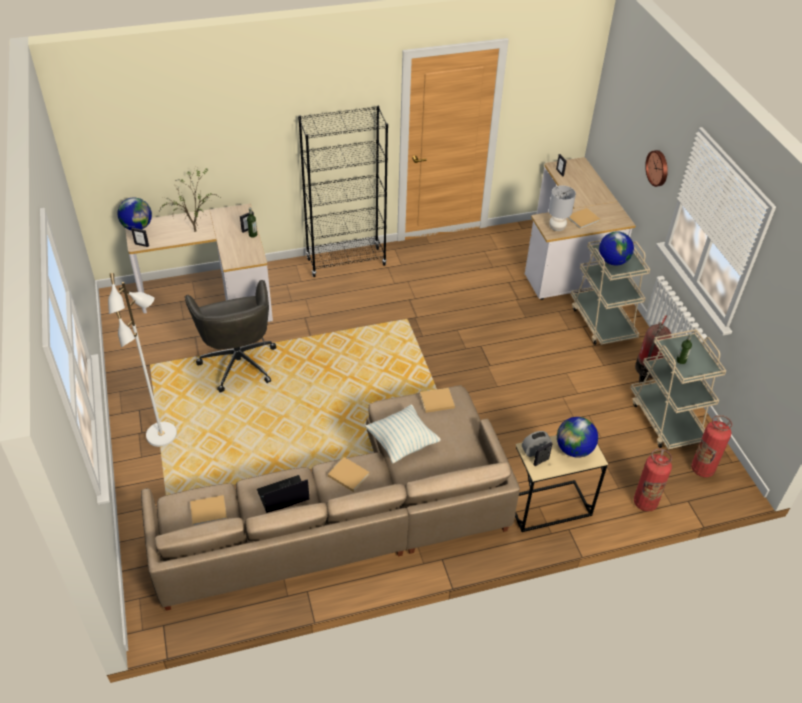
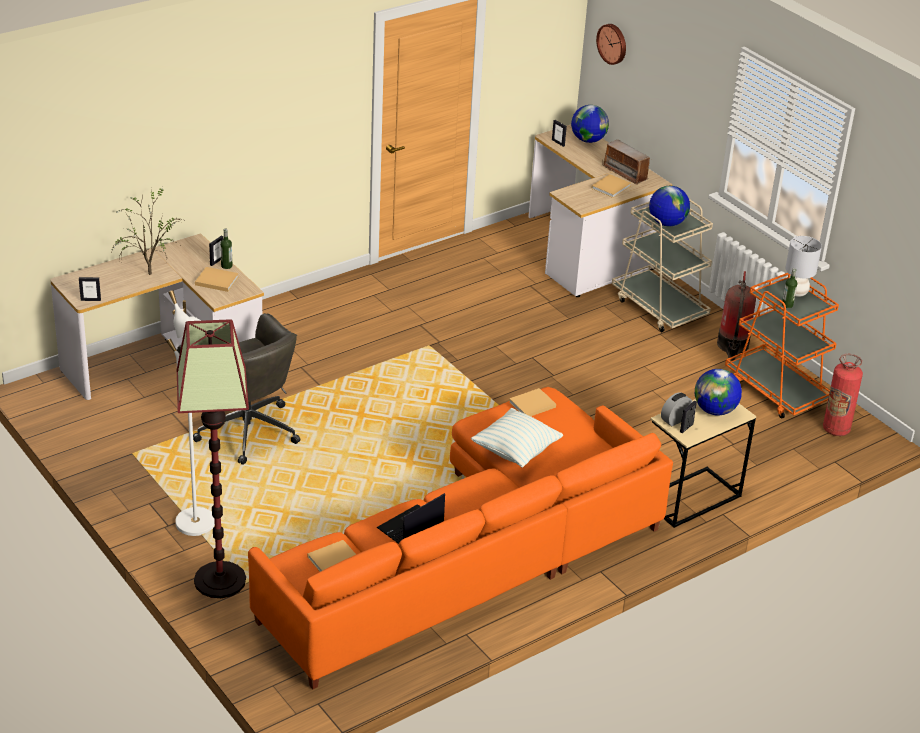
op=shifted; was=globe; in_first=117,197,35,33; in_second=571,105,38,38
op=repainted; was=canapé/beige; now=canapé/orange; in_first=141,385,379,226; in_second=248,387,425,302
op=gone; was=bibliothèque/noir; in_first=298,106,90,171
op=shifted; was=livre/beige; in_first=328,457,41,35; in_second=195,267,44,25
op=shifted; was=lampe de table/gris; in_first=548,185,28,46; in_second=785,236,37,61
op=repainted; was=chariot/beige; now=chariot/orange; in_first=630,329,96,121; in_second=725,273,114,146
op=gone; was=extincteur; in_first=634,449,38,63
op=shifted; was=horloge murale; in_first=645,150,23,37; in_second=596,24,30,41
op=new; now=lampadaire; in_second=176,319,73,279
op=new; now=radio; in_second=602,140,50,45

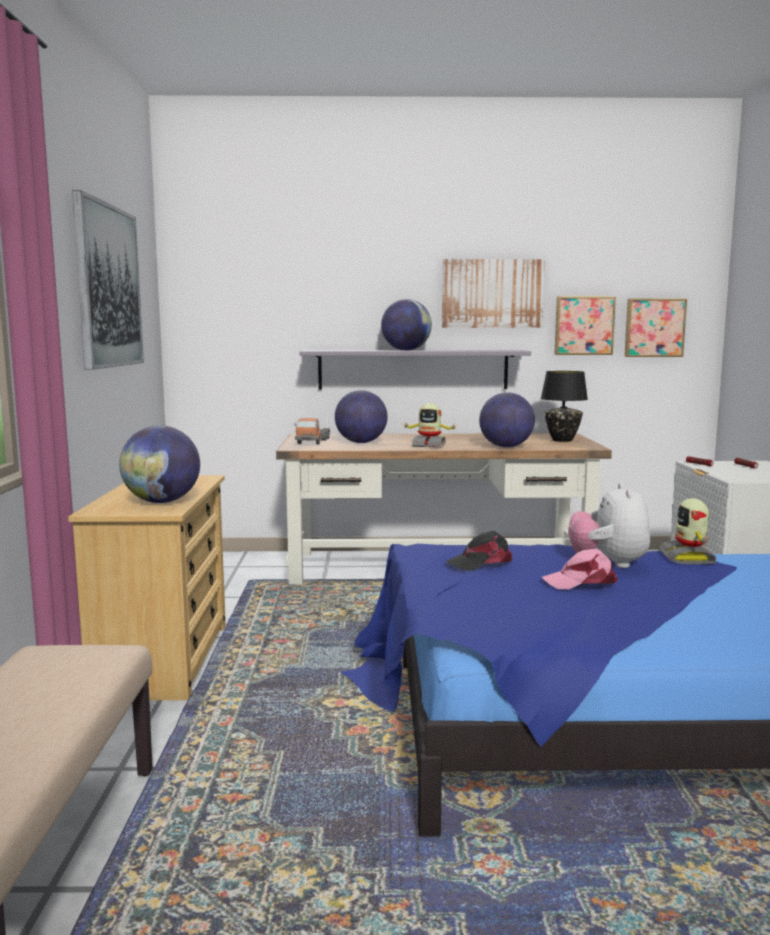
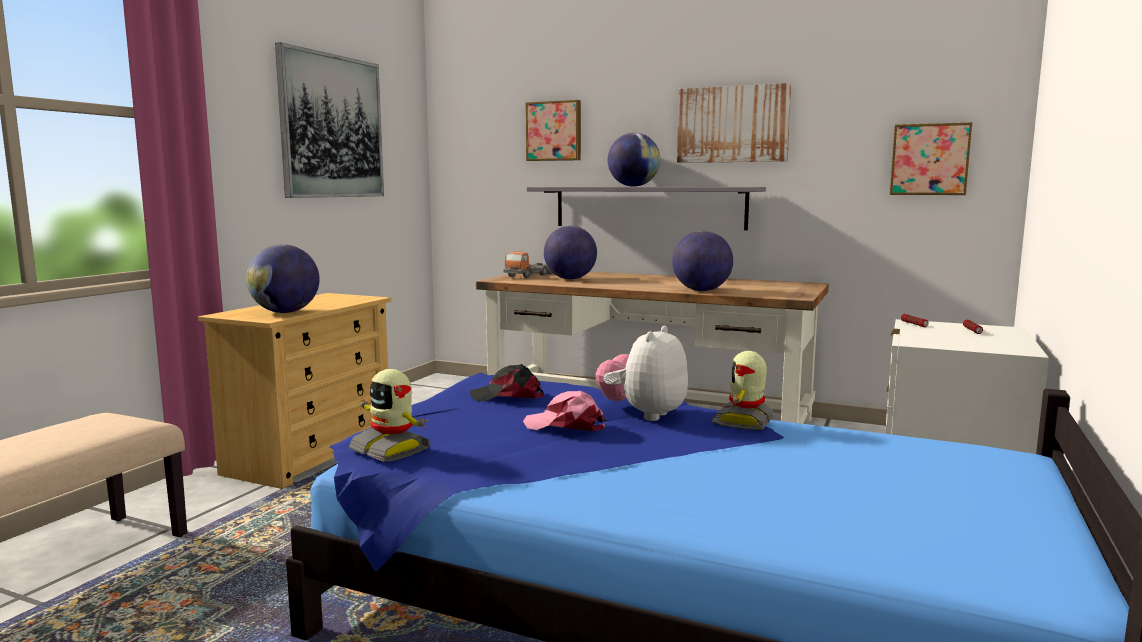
op=shifted; was=robot jouet; in_first=402,403,56,45; in_second=349,369,81,92
op=gone; was=lampe de table/noir; in_first=541,371,47,71
op=shifted; was=tableau; in_first=554,296,62,59; in_second=526,100,55,61

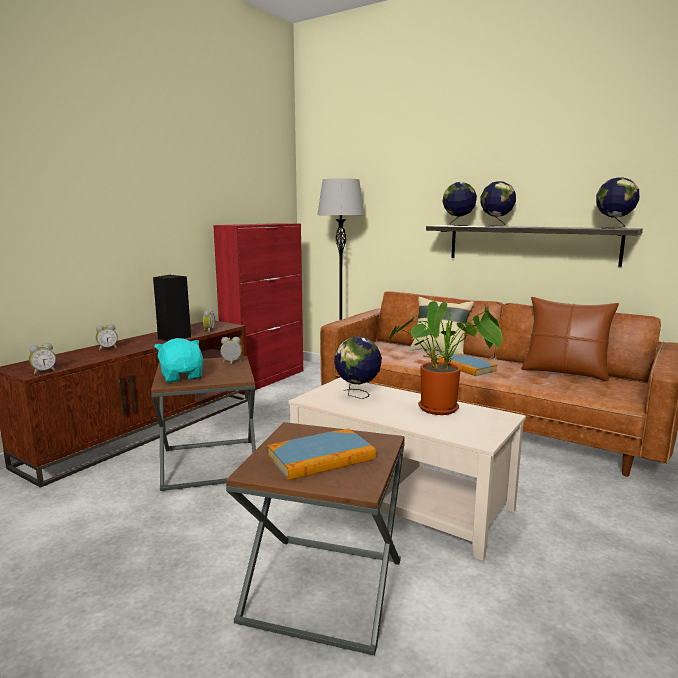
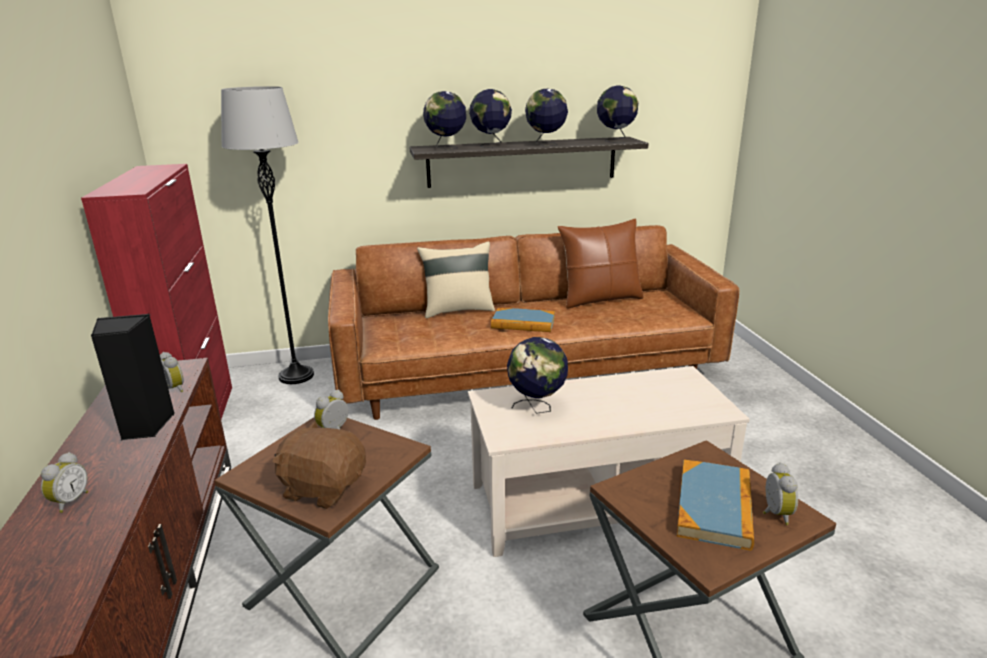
op=shifted; was=réveil; in_first=29,343,27,32; in_second=763,463,35,62
op=repainted; was=peluche/turquoise; now=peluche/marron; in_first=155,338,48,45; in_second=272,421,94,88
op=gone; was=plante en pot; in_first=389,301,113,114
op=new; now=globe; in_second=525,89,43,57

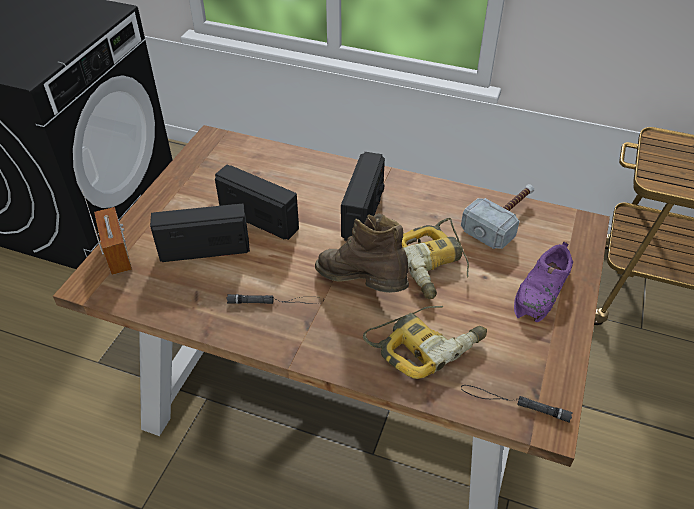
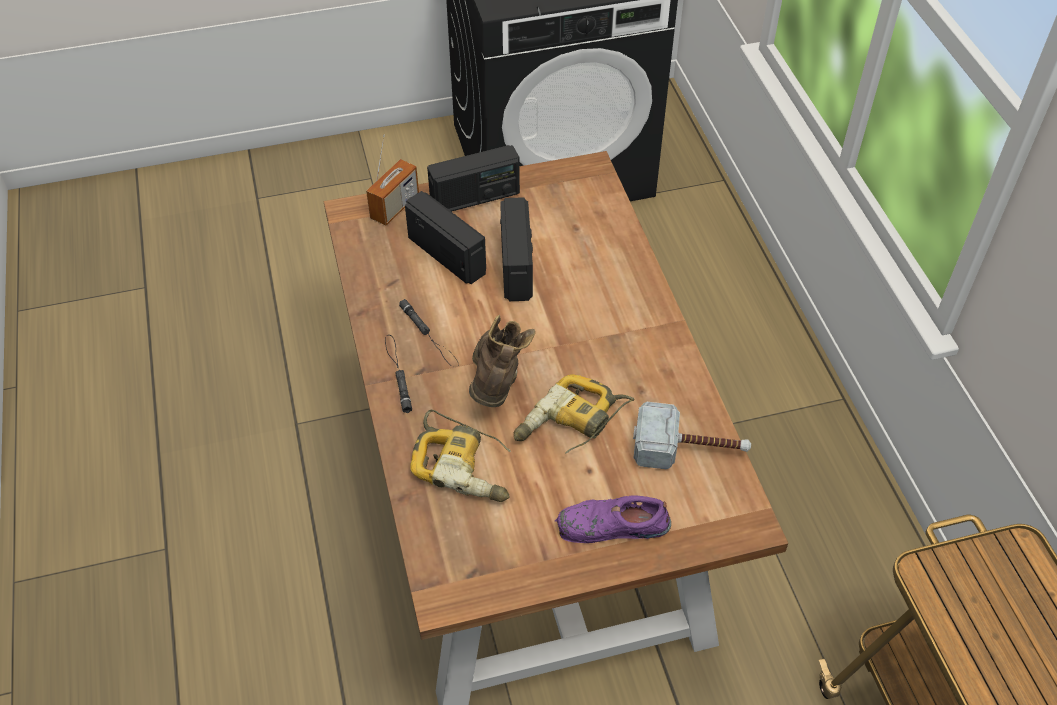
op=shifted; was=radio; in_first=341,152,44,89; in_second=427,145,93,67
op=shifted; was=lampe de poche/noir; in_first=461,385,112,38; in_second=385,335,27,78

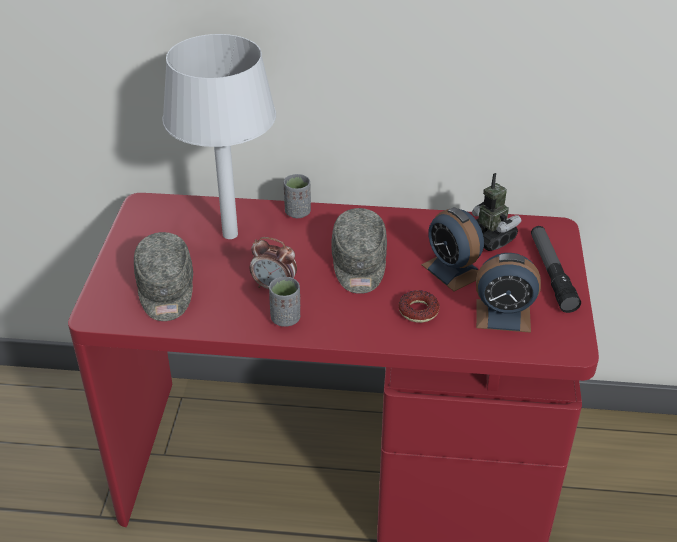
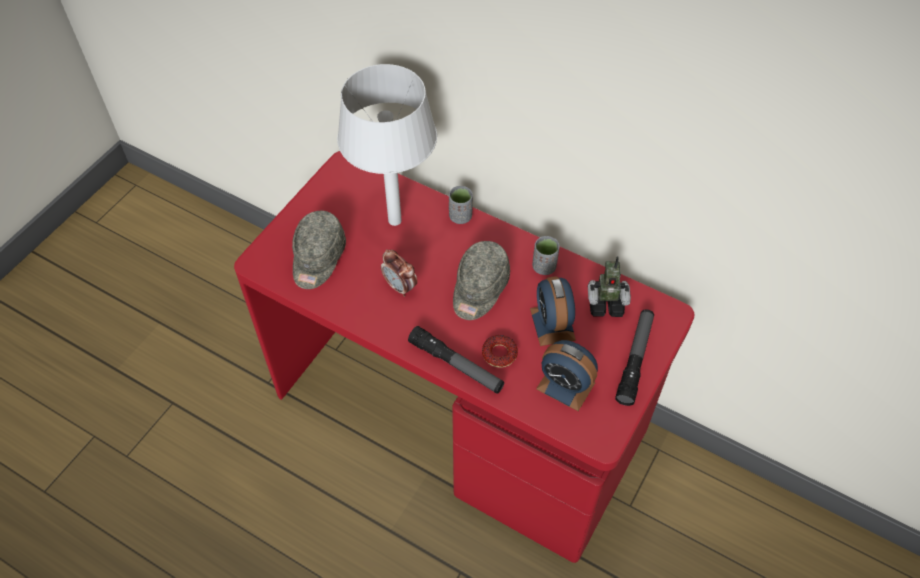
op=shifted; was=tasse/gris; in_first=269,277,31,50; in_second=532,236,28,39
op=rotated; was=robot jouet; in_first=472,173,49,78; in_second=588,256,43,61; clockwise=105
op=new; now=lampe de poche; in_second=408,326,96,67

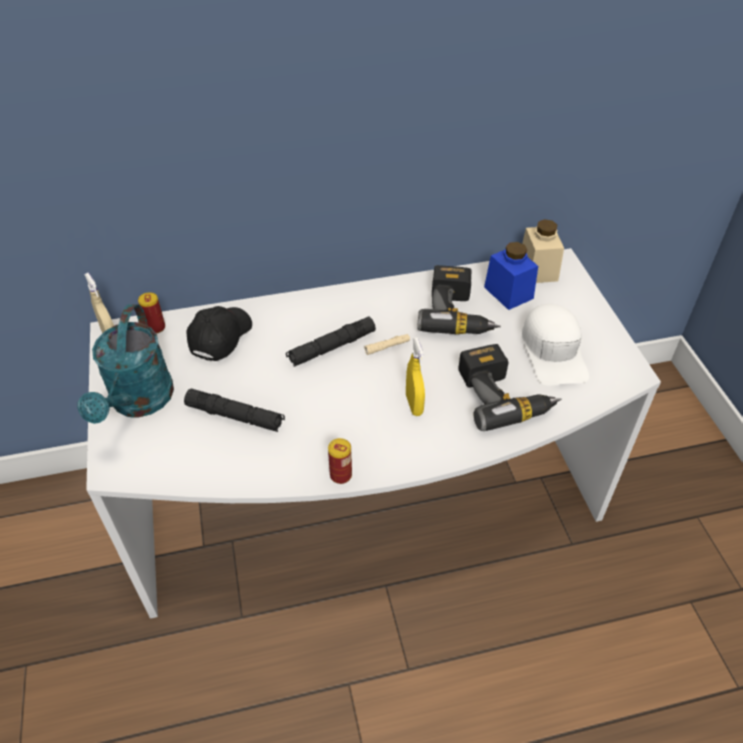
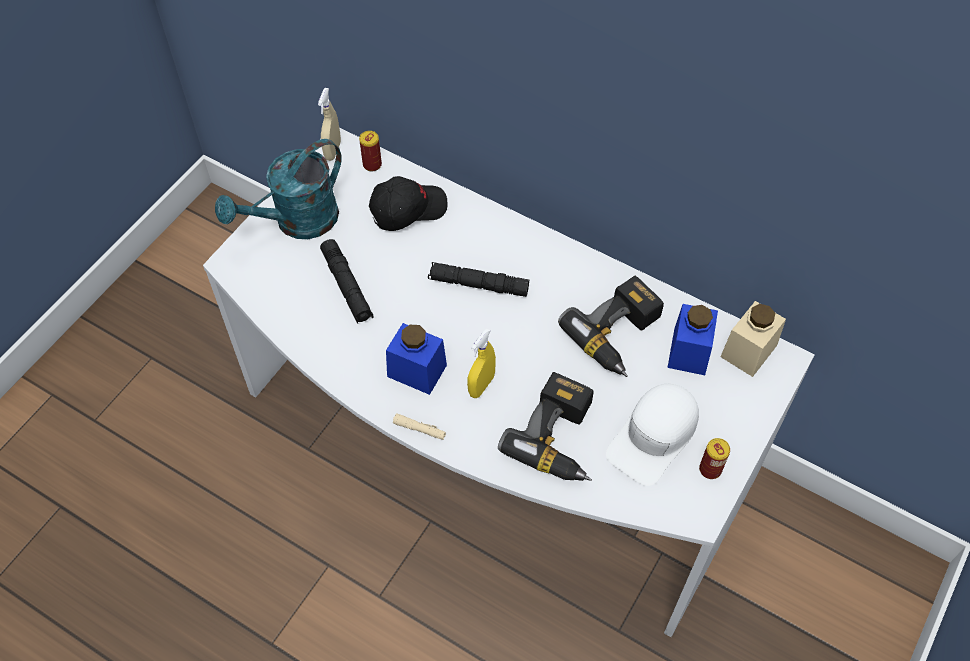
op=shifted; was=boîte métallique; in_first=328,438,24,46; in_second=699,438,31,41
op=shifted; was=lampe de poche/beige; in_first=364,334,46,21; in_second=393,414,53,26
op=new; now=bocal/bleu; in_second=386,323,61,72

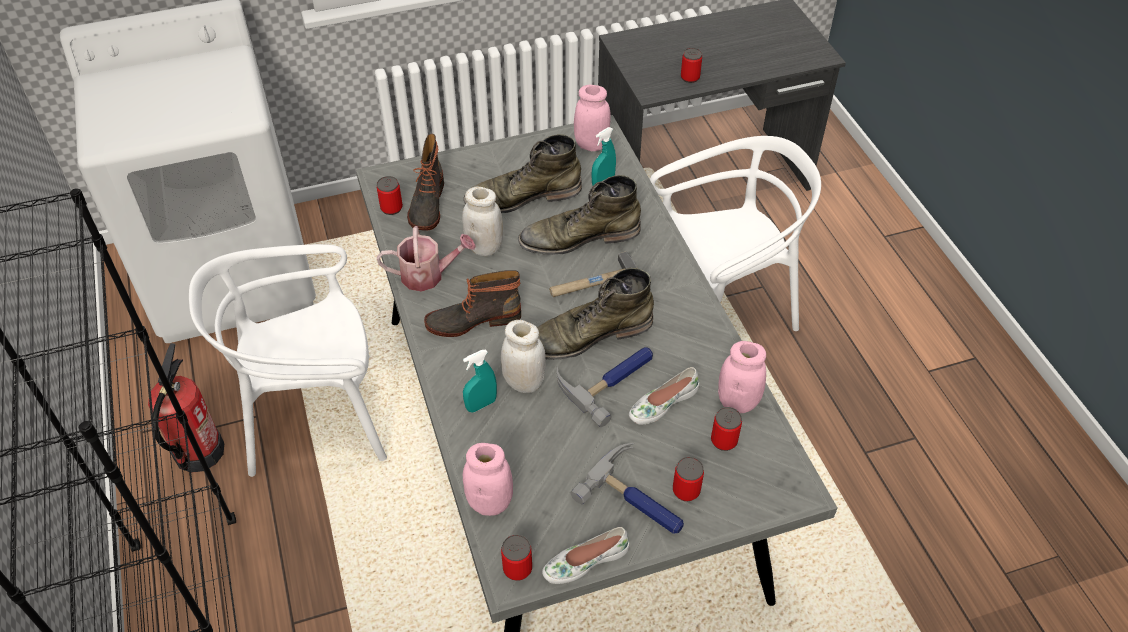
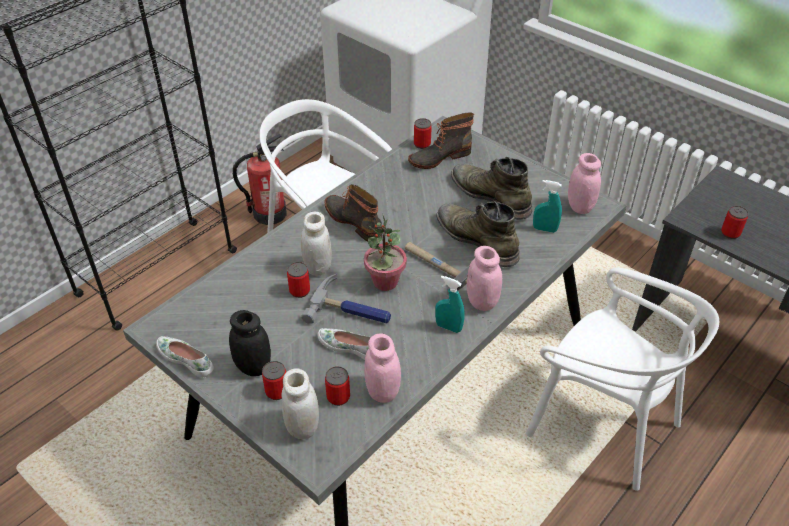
op=gone; was=arrosoir; in_first=377,226,99,66
op=shifted; was=bocal/blanc; in_first=462,187,41,69; in_second=282,368,37,71
op=shifted; was=vaporisateur/turquoise; in_first=463,349,34,63; in_second=435,276,29,57
op=shifted; was=bocal/rose; in_first=463,443,50,73; in_second=467,246,35,65
op=shifted; was=boîte métallique; in_first=501,534,31,47; in_second=287,262,23,36
op=swapped; was=botte/vert; now=plante en pot; in_first=537,268,117,92; in_second=364,213,43,78
op=swapped; was=marteau; now=bocal/noir; in_first=570,443,114,91; in_second=229,310,42,66

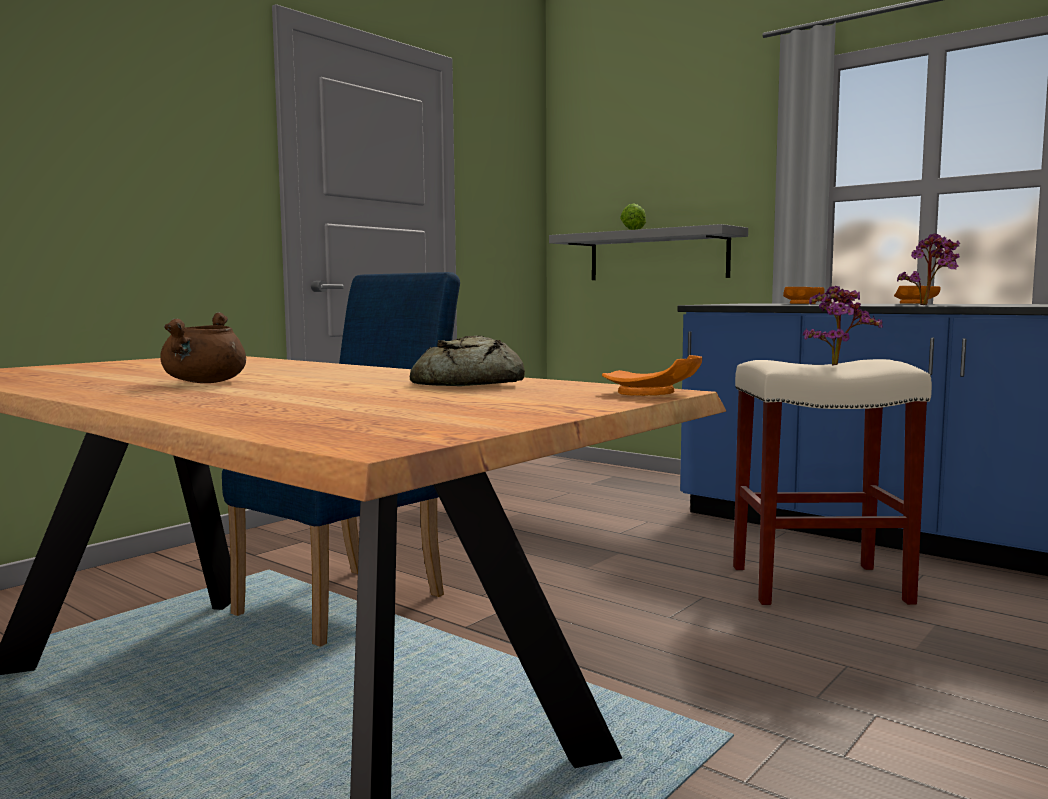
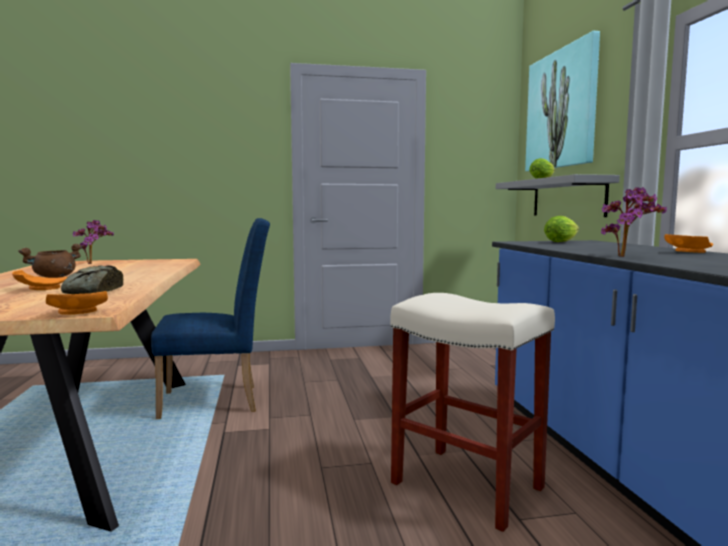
op=shifted; was=assiette/orange; in_first=783,287,42,17; in_second=12,270,55,20
op=shifted; was=plante en pot; in_first=803,286,80,80; in_second=73,220,41,44
op=new; now=tableau; in_second=525,31,75,140
op=new; now=laitue; in_second=544,216,35,26

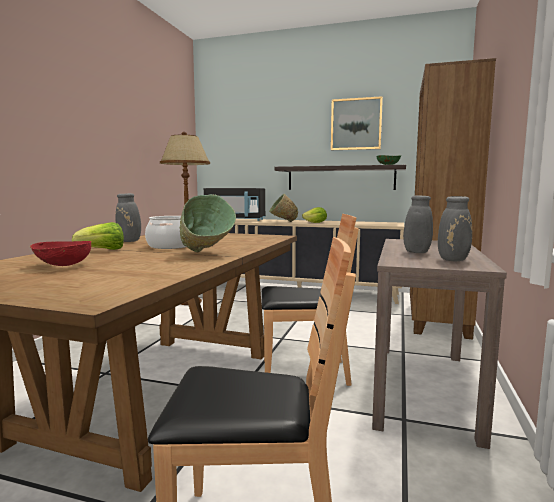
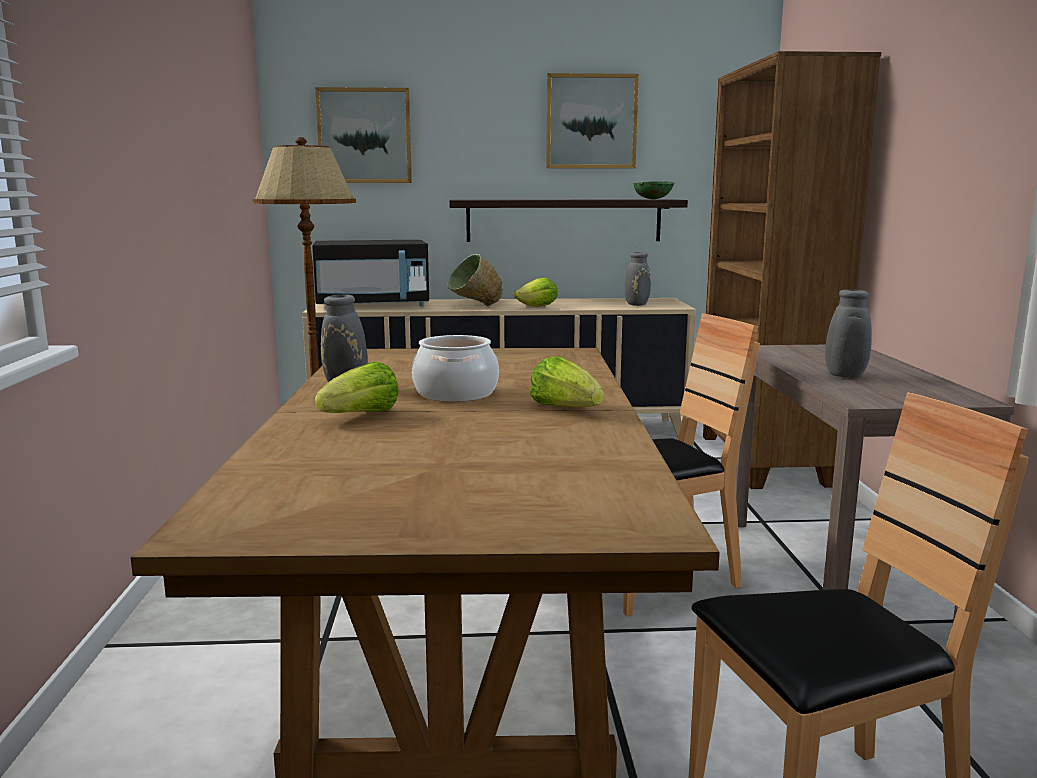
op=gone; was=bol/rouge; in_first=30,241,61,25
op=swapped; was=bol/vert; now=laitue; in_first=180,194,56,58; in_second=530,356,74,51
op=shifted; was=vase/gris; in_first=438,196,34,65; in_second=625,252,26,54
op=new; now=tableau; in_second=315,87,97,96

